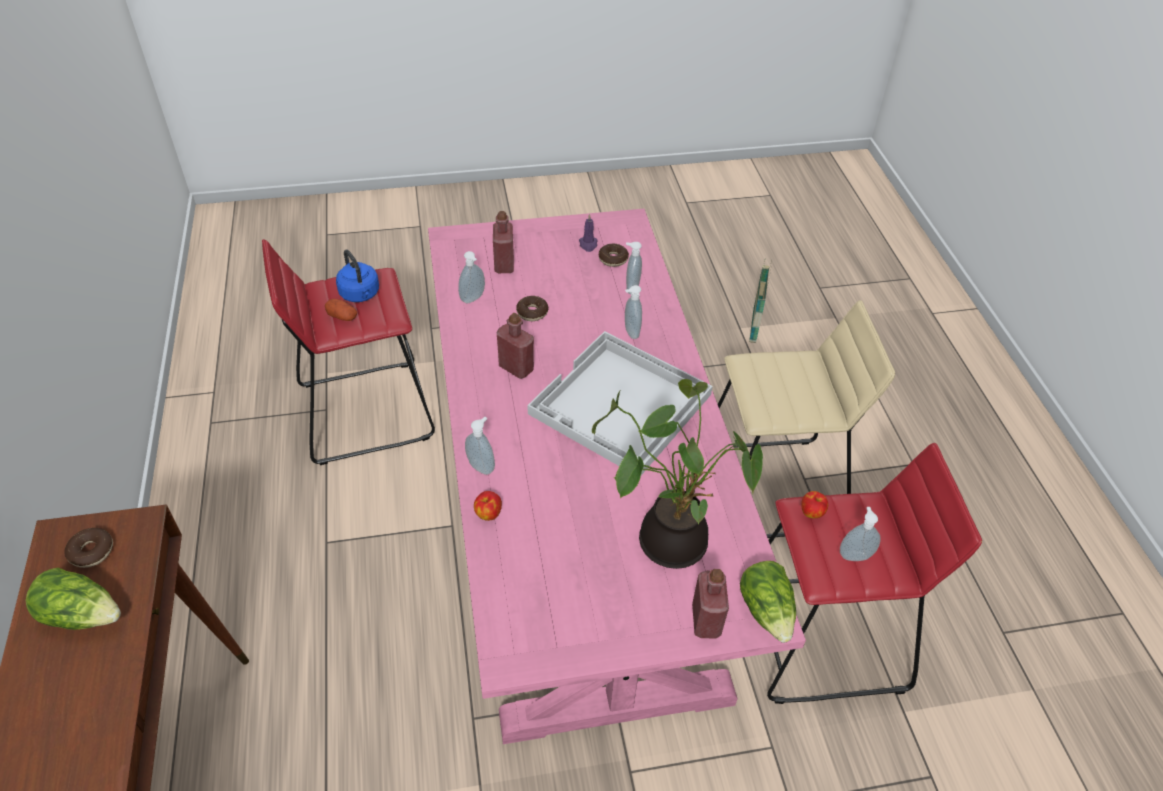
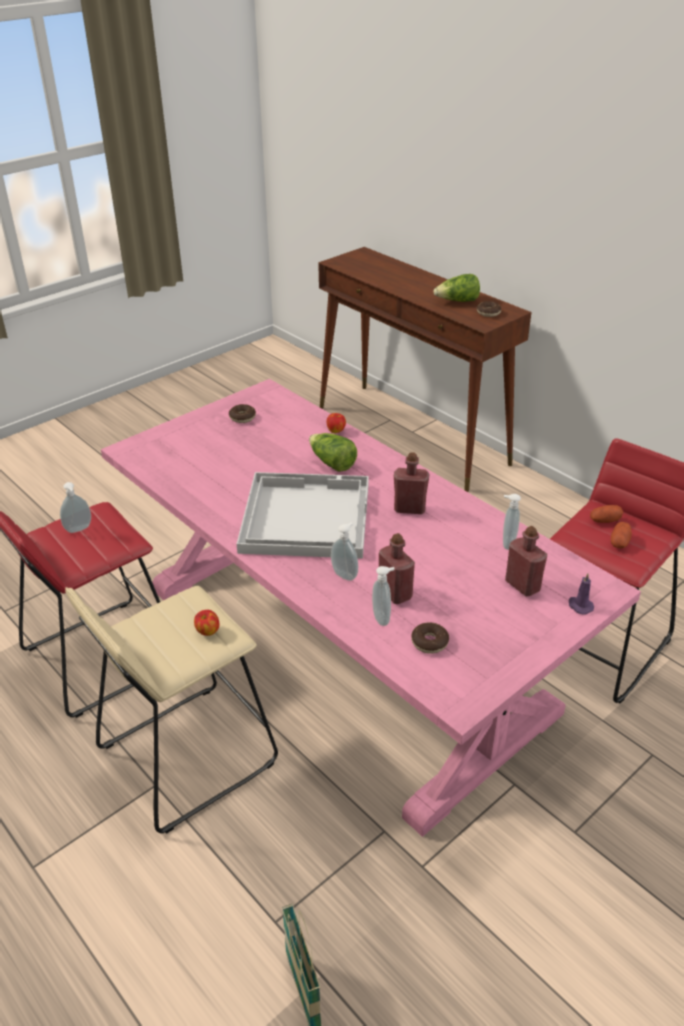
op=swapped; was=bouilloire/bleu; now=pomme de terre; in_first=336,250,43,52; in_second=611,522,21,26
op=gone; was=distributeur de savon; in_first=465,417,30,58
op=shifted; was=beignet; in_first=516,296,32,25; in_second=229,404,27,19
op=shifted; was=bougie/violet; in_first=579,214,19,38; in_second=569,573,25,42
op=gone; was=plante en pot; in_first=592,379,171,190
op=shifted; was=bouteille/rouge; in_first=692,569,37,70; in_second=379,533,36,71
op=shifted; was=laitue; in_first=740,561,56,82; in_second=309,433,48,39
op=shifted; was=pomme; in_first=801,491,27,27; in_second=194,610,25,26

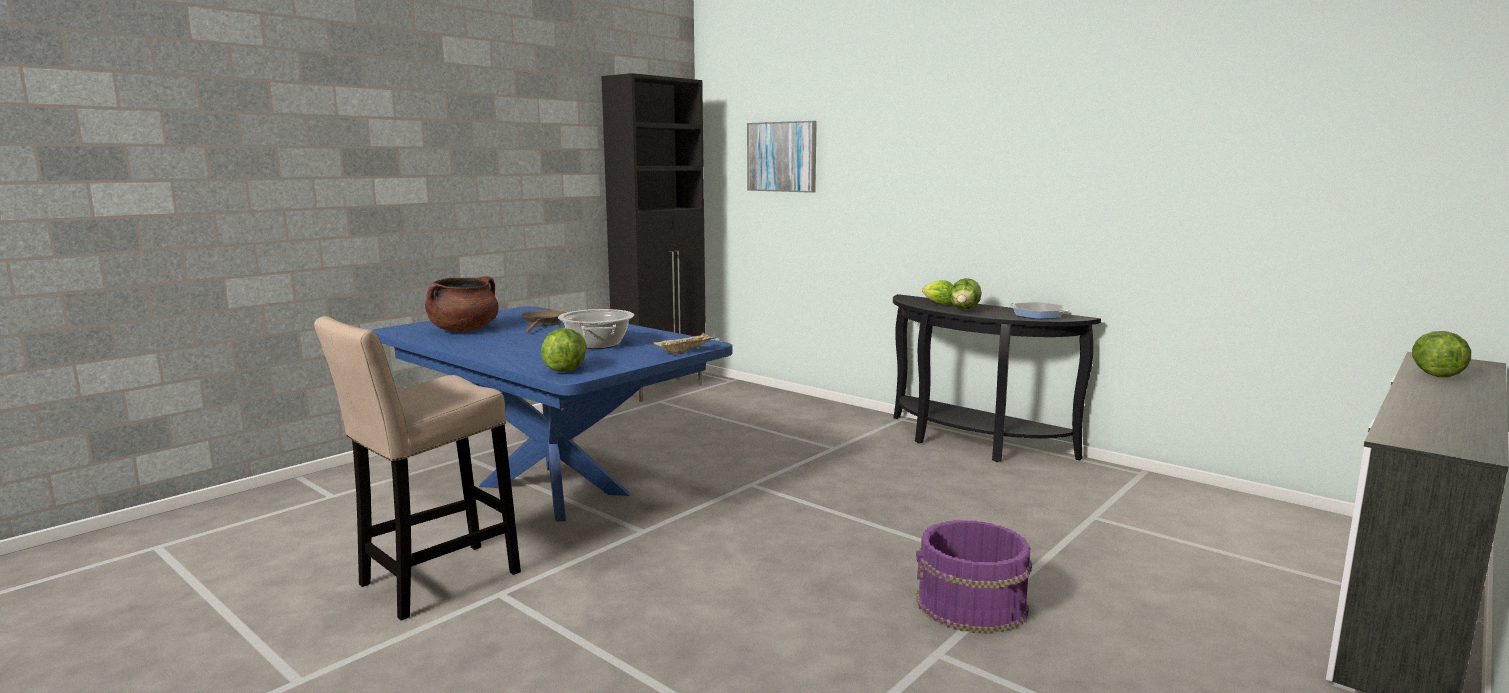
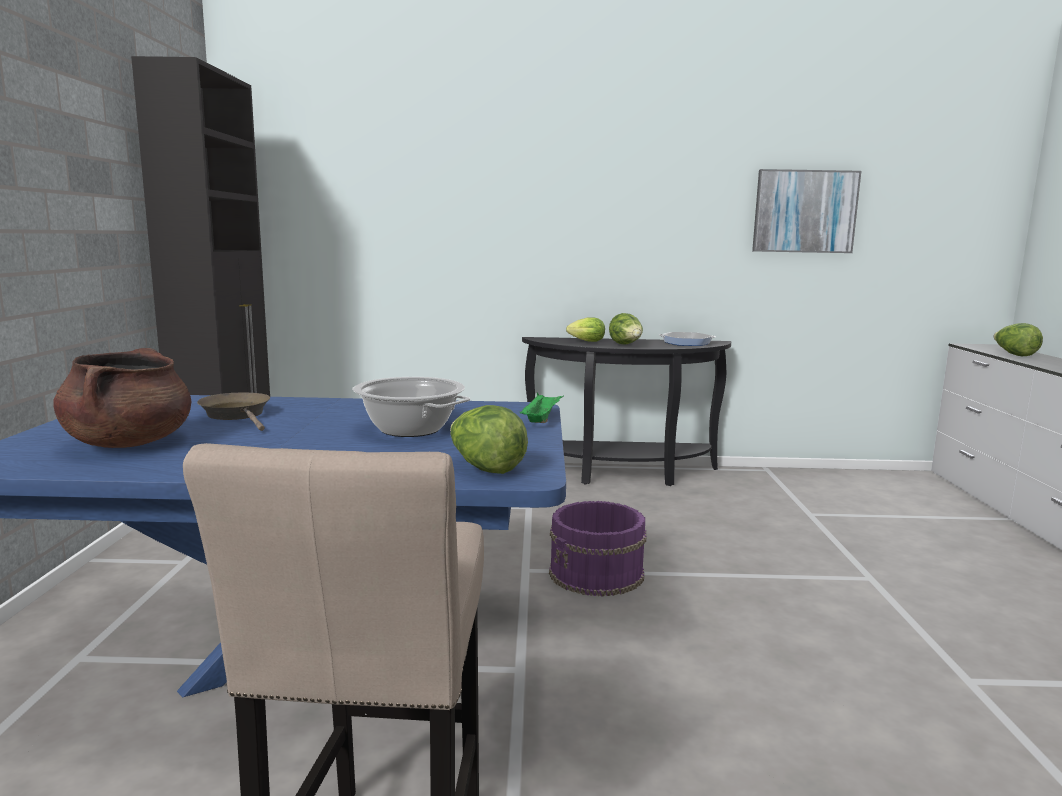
op=repainted; was=plateau/beige; now=plateau/vert; in_first=653,333,65,21; in_second=520,392,44,31
op=shifted; was=tableau; in_first=747,121,70,72; in_second=752,169,109,84
op=shifted; was=seau/violet; in_first=916,520,116,114; in_second=549,501,97,96

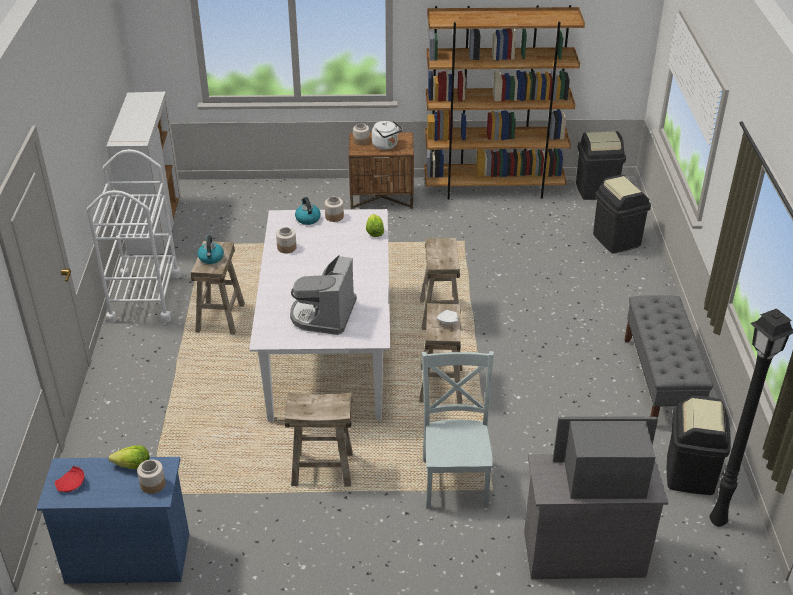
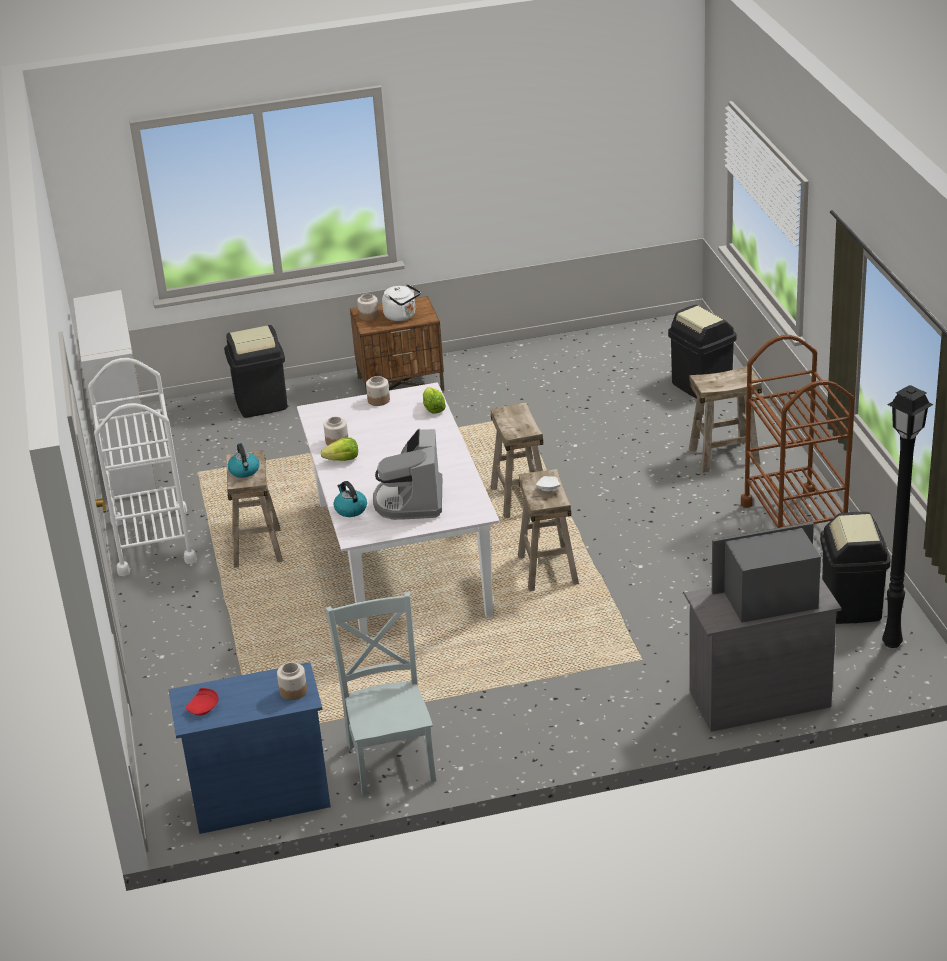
op=shifted; was=laitue; in_first=109,445,41,24; in_second=321,437,37,24
op=shifted; was=tabouret/beige; in_first=285,393,68,93; in_second=689,366,73,107
op=shifted; was=bouilloire; in_first=295,197,26,28; in_second=334,481,33,36
op=shifted; was=chaise/gris; in_first=422,351,72,158; in_second=326,592,110,204
op=gone; was=bibliothèque/marron; in_first=424,5,161,195
op=shifted; was=poubelle/noir; in_first=576,131,50,69; in_second=224,325,64,93
op=swapped; was=banc/gris; now=chariot/marron; in_first=625,295,88,122; in_second=741,335,113,193

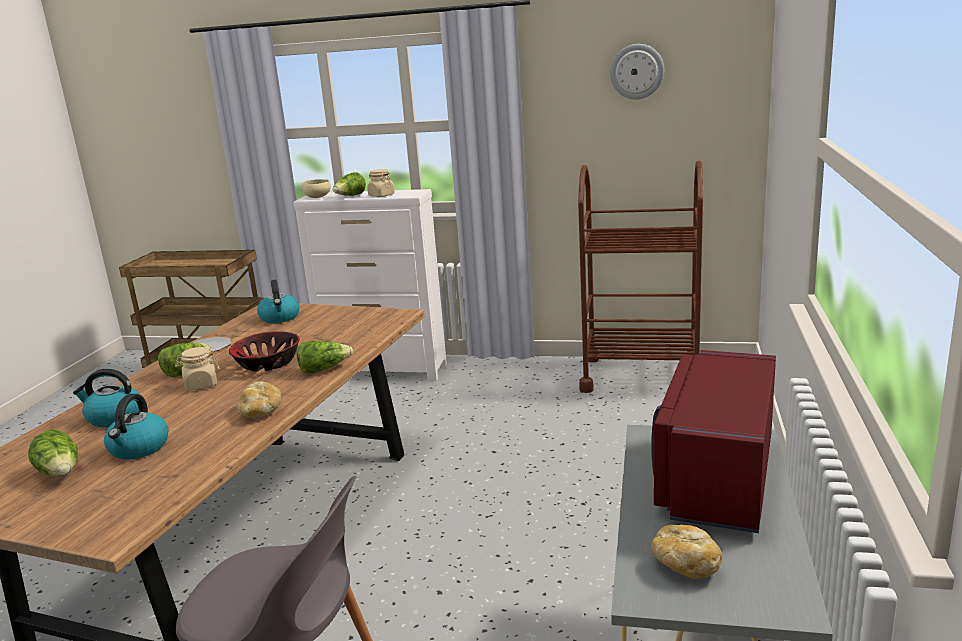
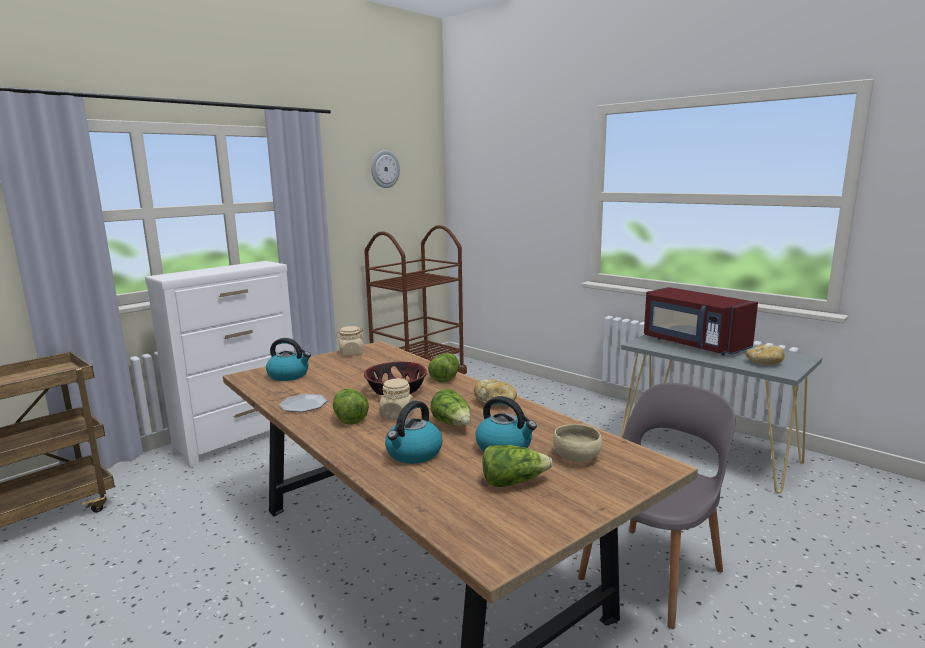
op=shifted; was=bol/beige; in_first=302,179,29,19; in_second=553,424,49,38
op=shifted; was=laitue; in_first=333,172,33,24; in_second=430,388,41,38
op=shifted; was=bocal/beige; in_first=367,169,28,28; in_second=335,326,30,30

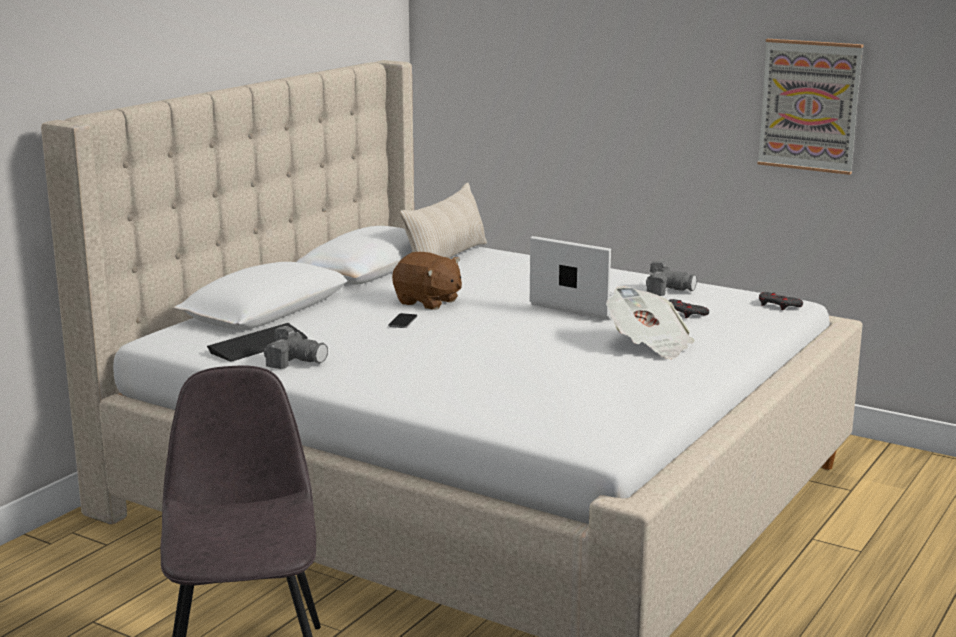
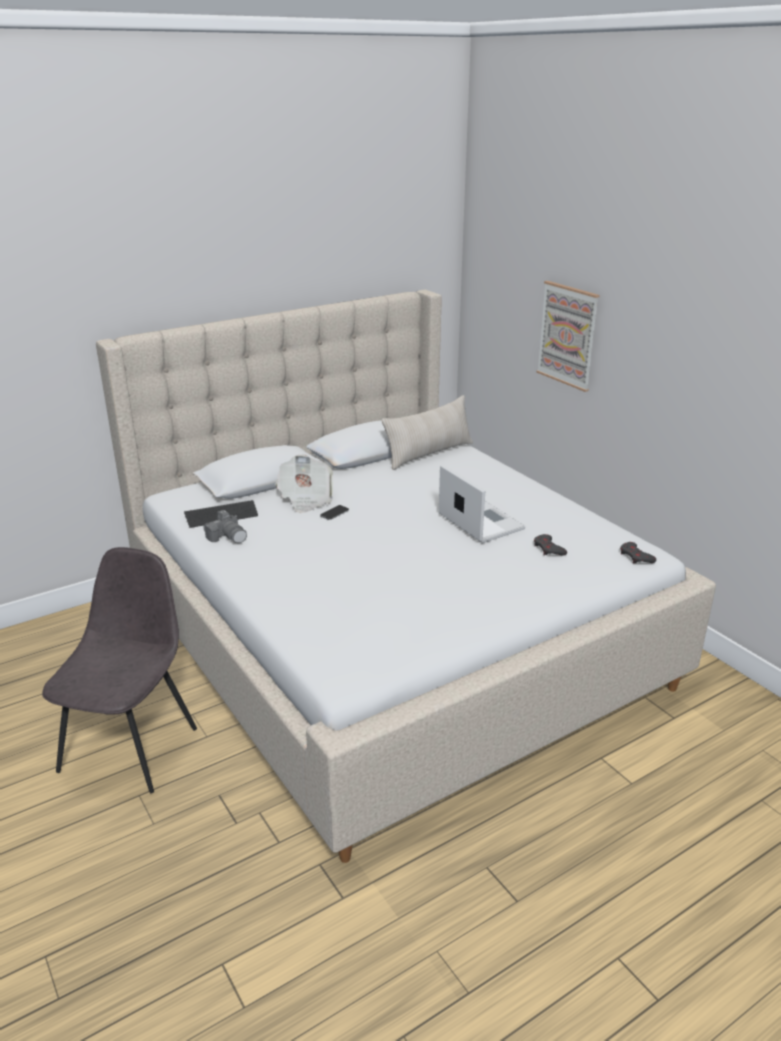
op=gone; was=peluche/marron; in_first=392,252,70,58
op=shifted; was=journal; in_first=606,286,88,74; in_second=276,454,57,59
op=gone; was=appareil photo; in_first=646,261,51,35
op=shifted; was=tableau; in_first=757,39,107,136; in_second=536,281,64,111

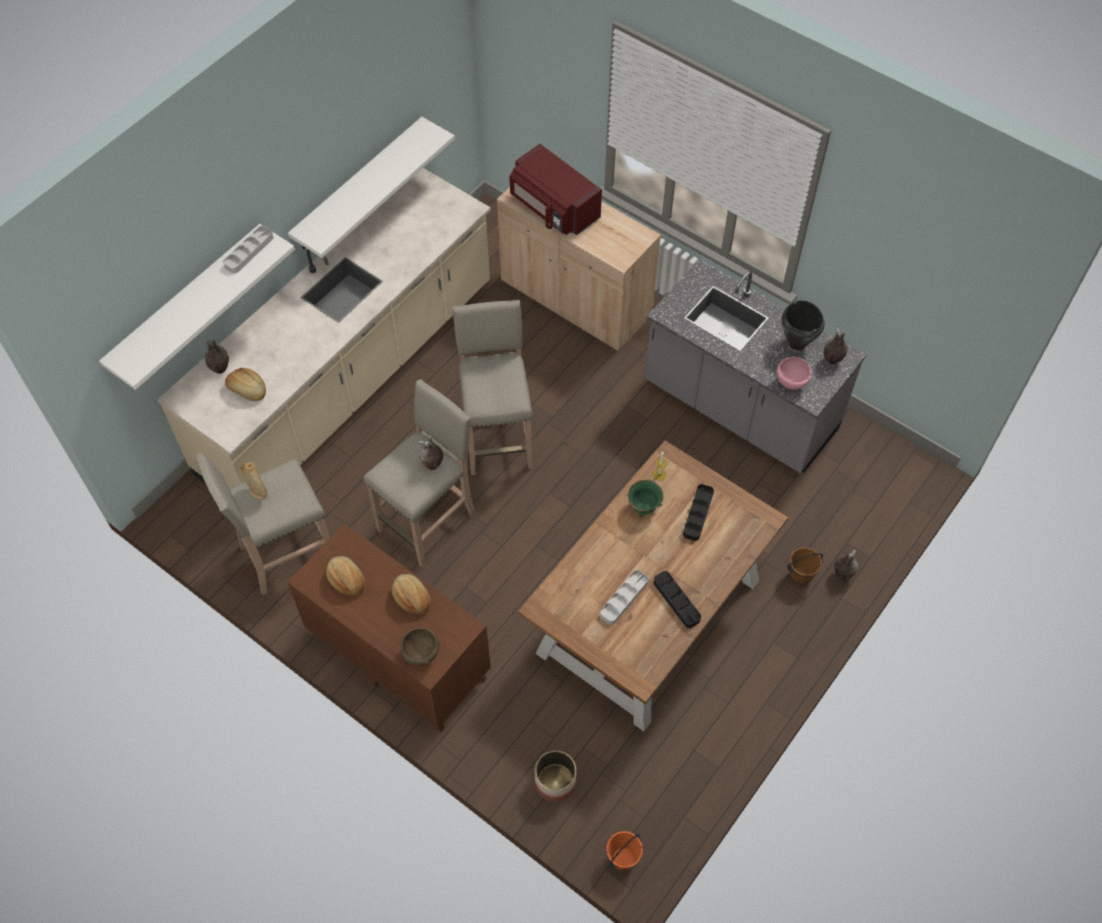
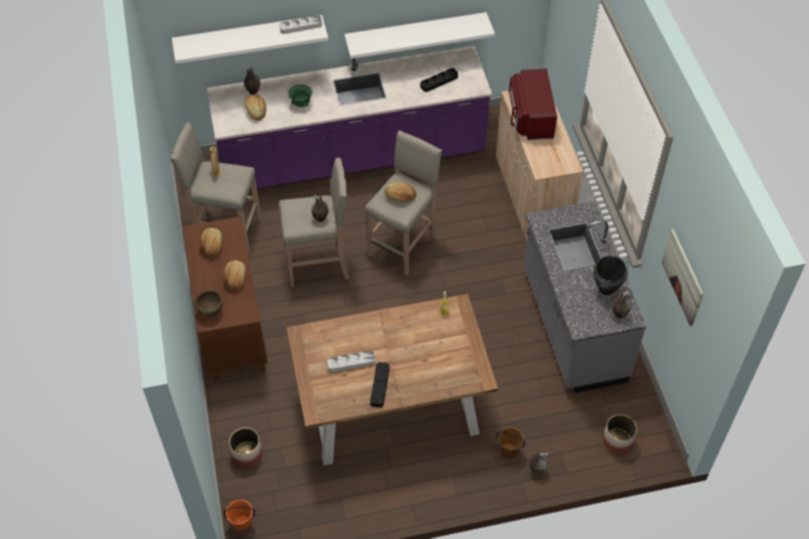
op=repainted; was=comptoir de cuisine/beige; now=comptoir de cuisine/violet; in_first=157,168,334,321; in_second=207,46,285,144
op=shifted; was=bol/vert; in_first=628,480,35,37; in_second=288,84,24,23
op=shifted; was=plateau/noir; in_first=683,484,31,57; in_second=420,68,38,24
op=gone; was=bol/rose; in_first=777,357,35,33
op=new; now=pain; in_second=384,181,32,21
op=new; now=cache-pot; in_second=603,414,34,40
op=new; now=tableau; in_second=662,229,42,97

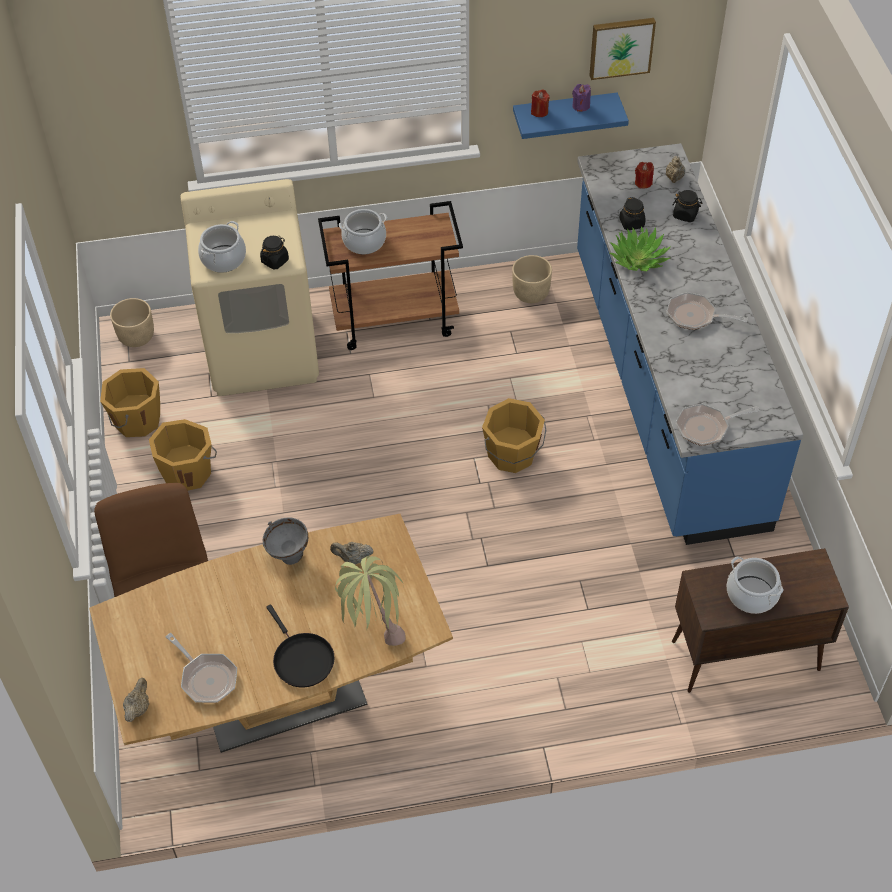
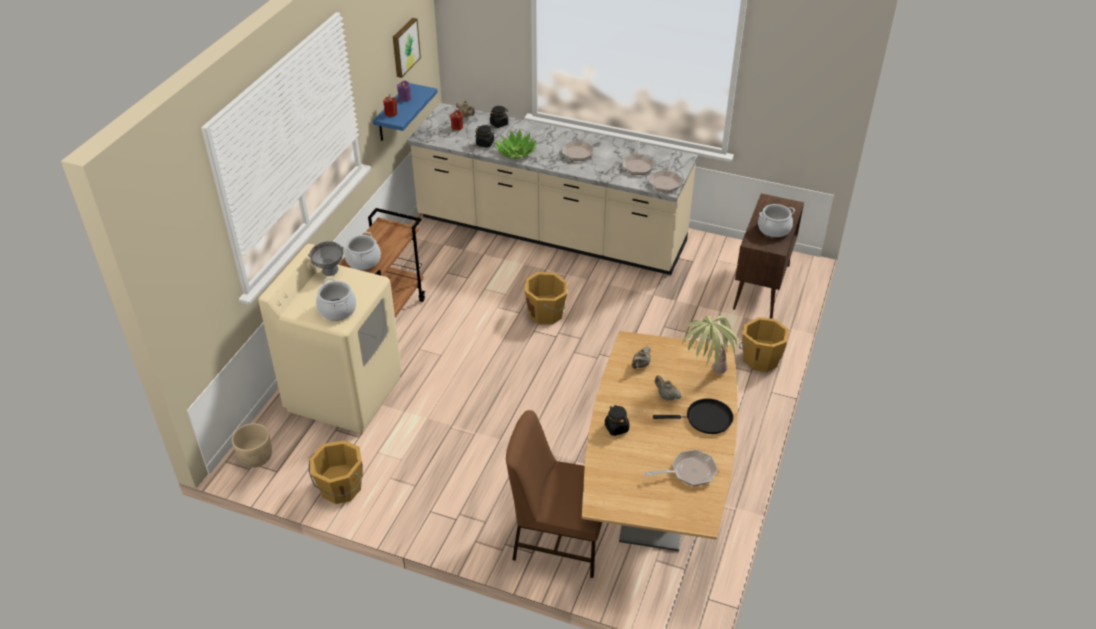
op=shifted; was=théière/beige; in_first=123,678,26,44; in_second=655,375,27,26
op=shifted; was=seau/orange; in_first=149,419,68,71; in_second=739,317,50,55
op=shifted; was=bocal/noir; in_first=260,236,29,33; in_second=605,405,24,31
op=shifted; was=bol/gris; in_first=263,517,45,48; in_second=308,241,35,35
op=gone; was=cache-pot/beige; in_first=512,255,40,48
op=repainted; was=comptoir de cuisine/bleu; now=comptoir de cuisine/beige; in_first=577,143,226,402; in_second=407,103,291,172
op=new; now=poêle; in_second=622,140,32,35

